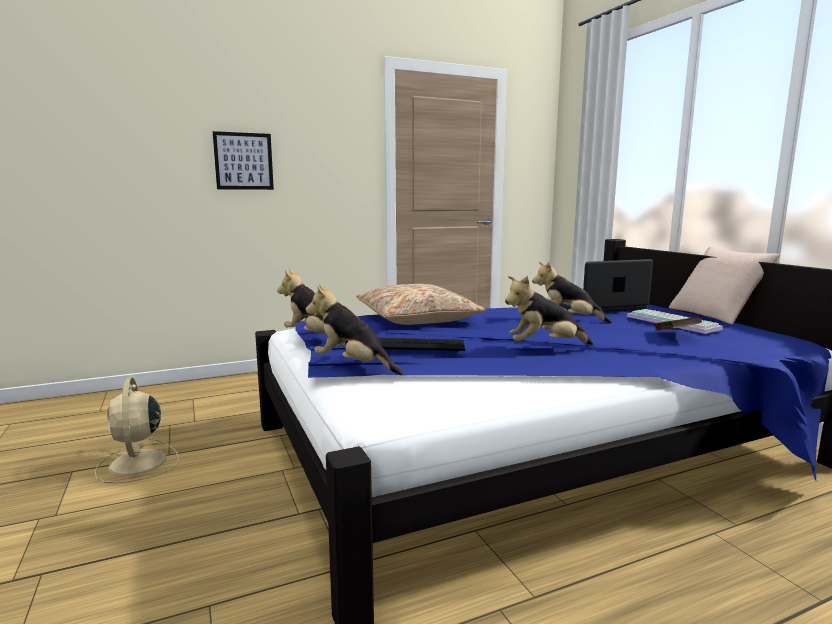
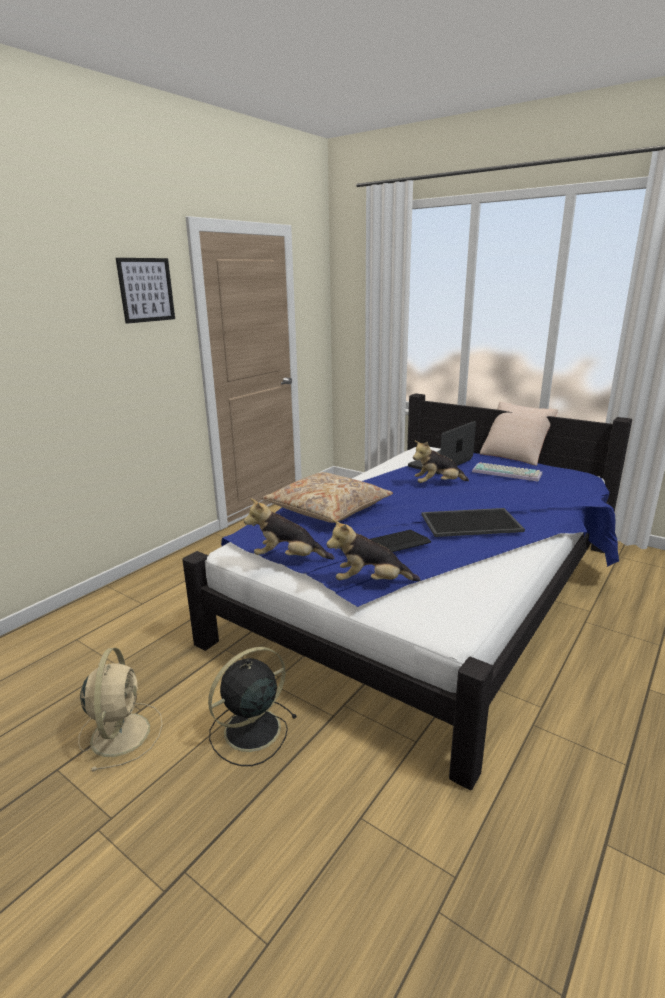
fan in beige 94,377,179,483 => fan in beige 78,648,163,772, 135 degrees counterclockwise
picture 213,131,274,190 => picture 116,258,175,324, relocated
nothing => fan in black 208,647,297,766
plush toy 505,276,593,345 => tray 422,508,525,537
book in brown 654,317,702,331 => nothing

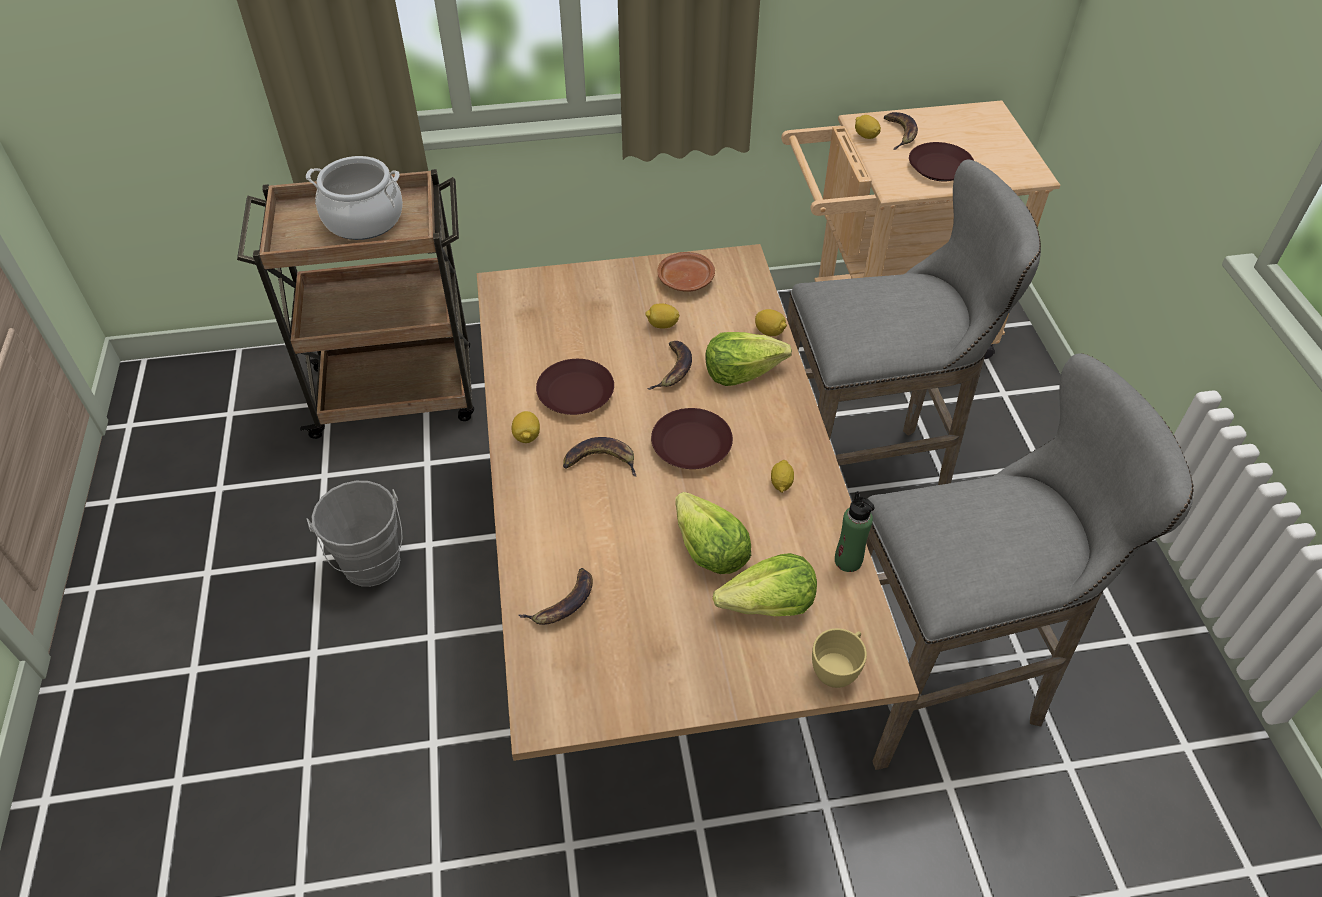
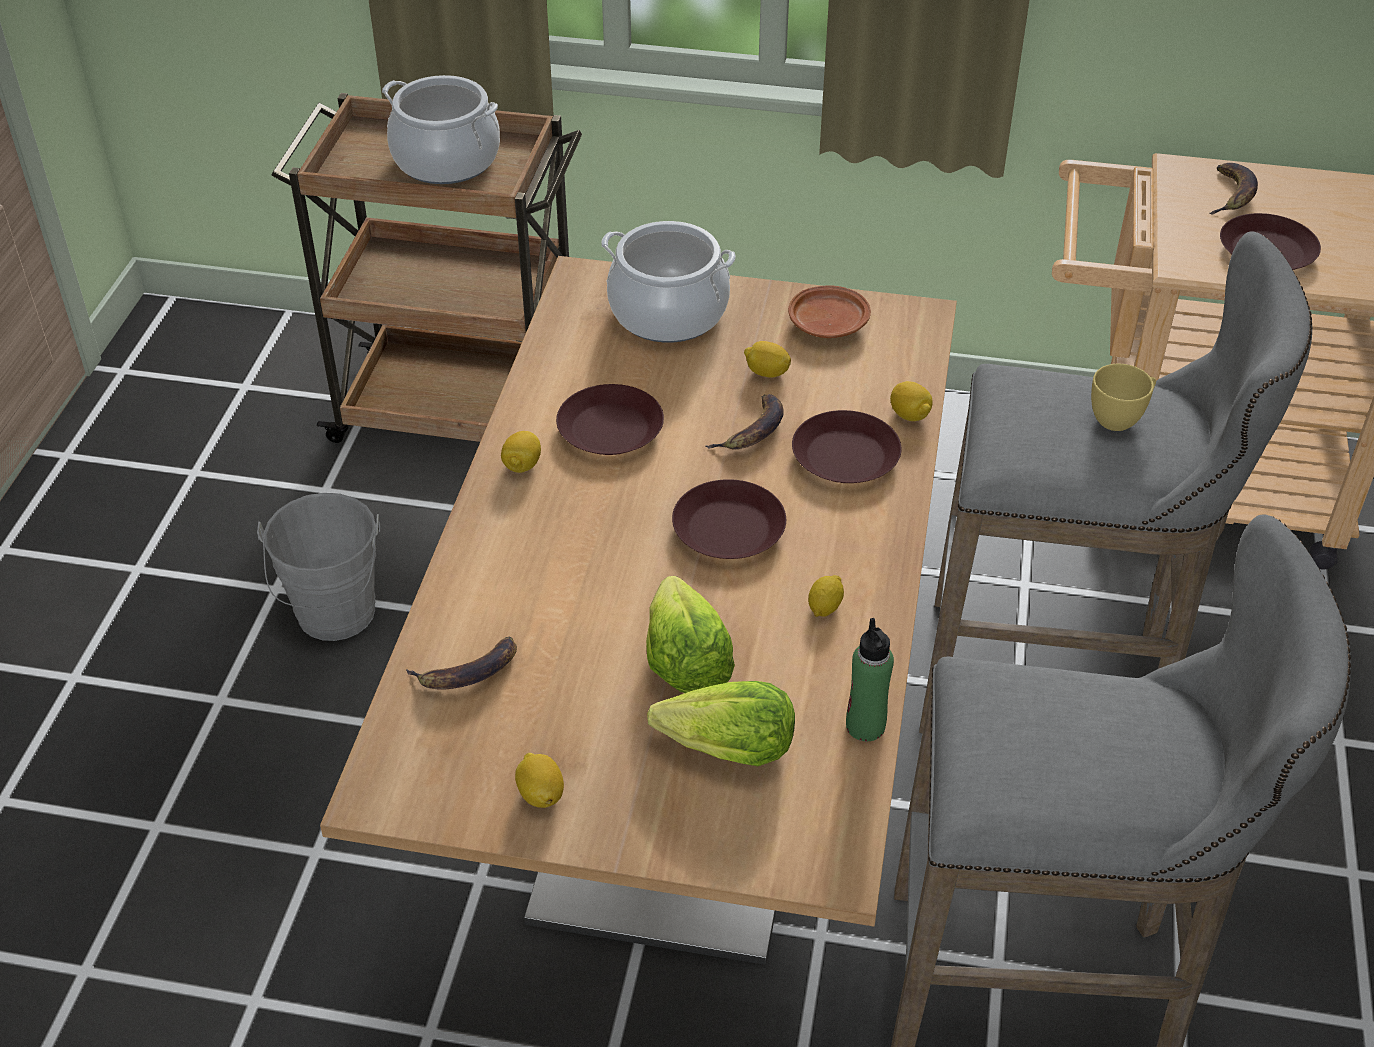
lemon 855,115,881,139 => lemon 515,753,564,808, relocated
nothing => cooking pot 601,221,736,343
lettuce 705,332,792,386 => plate in brown 792,410,901,483
cup in yellow 812,628,867,688 => cup in yellow 1091,364,1156,431, relocated
banana 563,437,636,477 => nothing

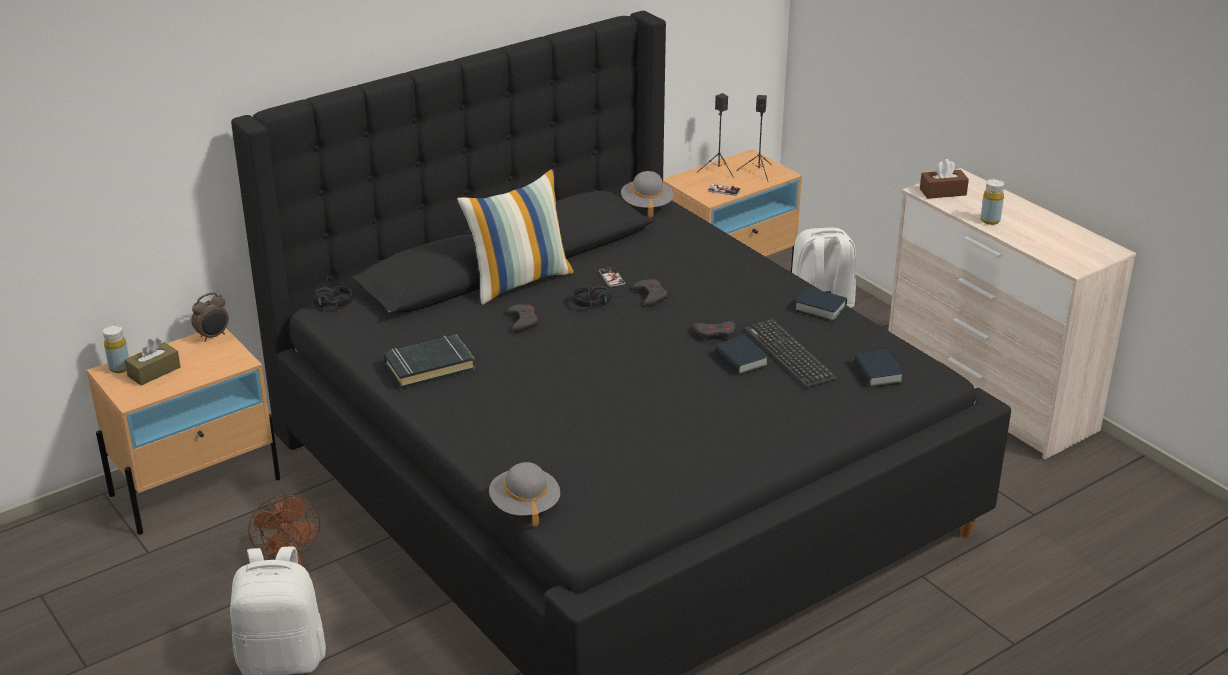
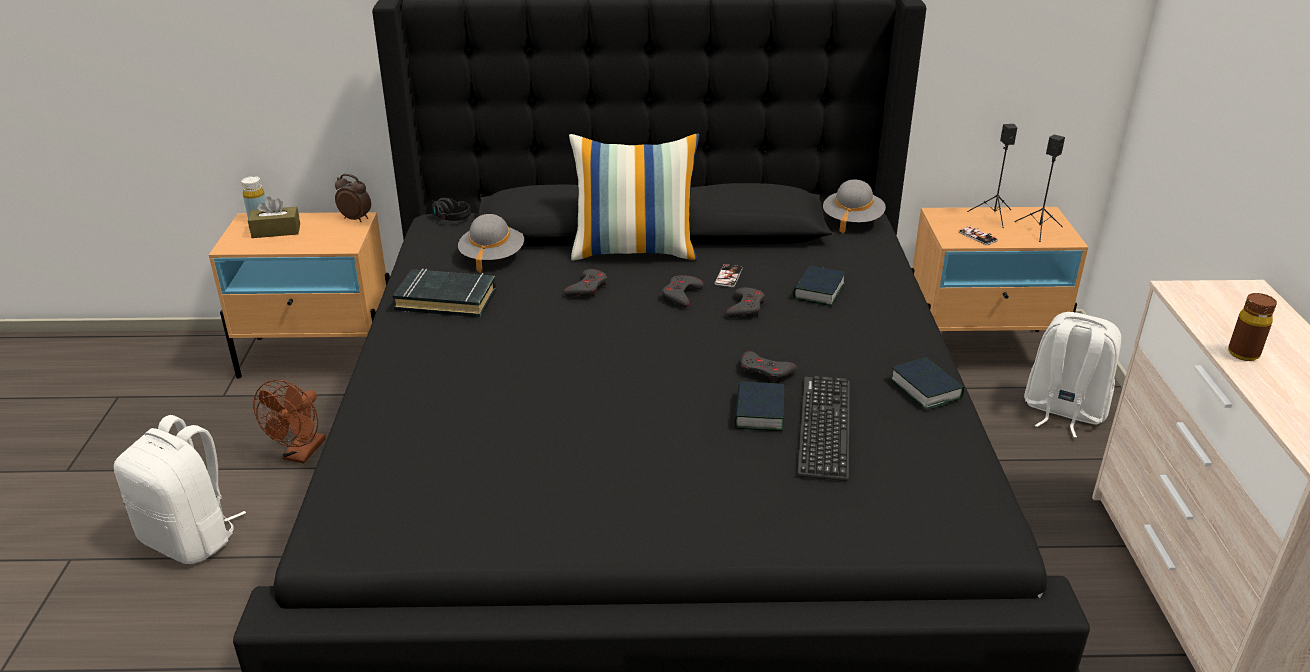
alarm clock 191,292,229,342 => alarm clock 335,174,371,222, 150 degrees counterclockwise
hat in grey 489,462,560,527 => hat in grey 458,214,524,273, relocated
headphones in black 572,285,622,307 => game controller in grey 662,275,704,308
book 854,349,904,387 => book 793,265,845,306, relocated
bottle in yellow 980,179,1004,225 => bottle in brown 1228,293,1277,361
tissue box in brown 920,159,969,199 => nothing

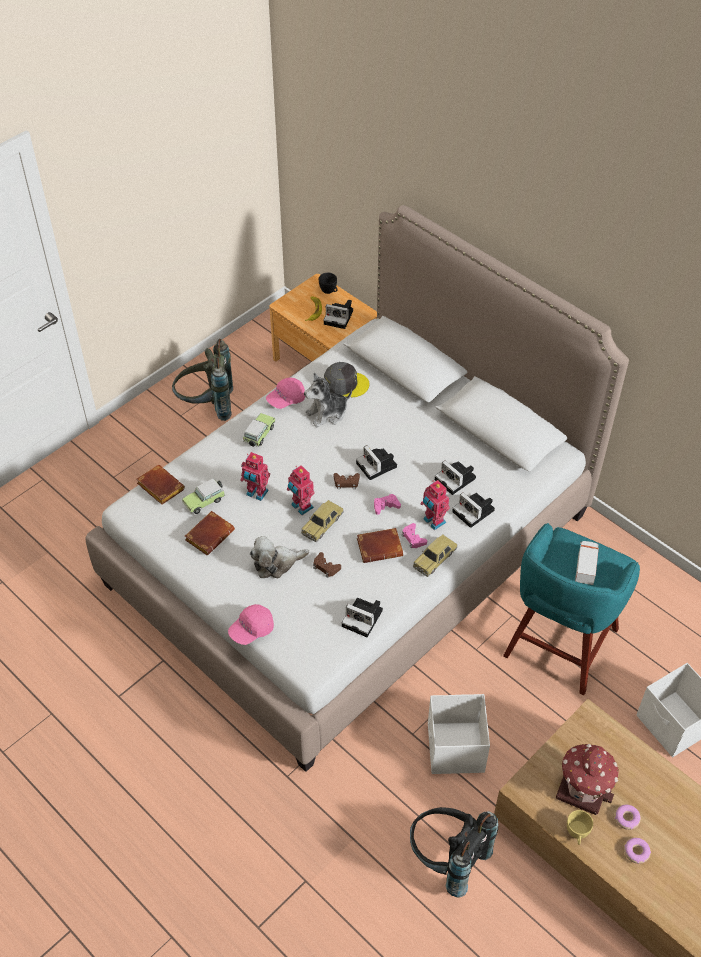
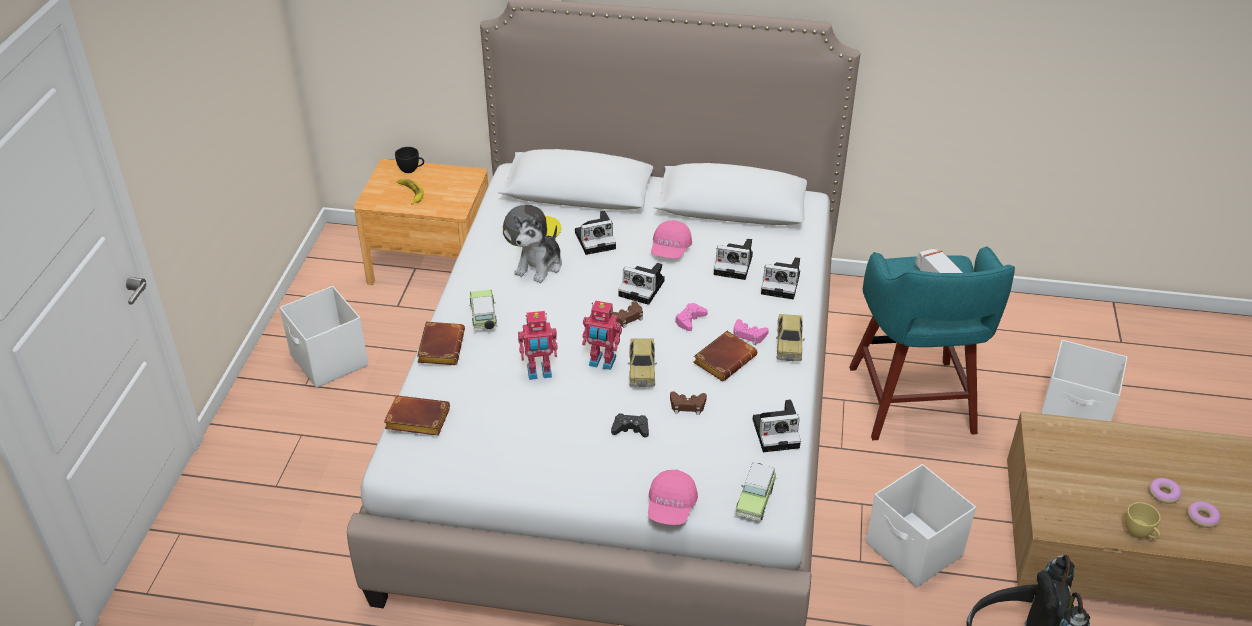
backpack in grey 172,339,233,421 => storage box in white 279,286,368,388
book in brown 185,511,235,555 => book in brown 417,322,465,365, relocated
photo camera 324,300,353,329 => photo camera 575,210,616,255, relocated
plush toy 250,536,310,578 => game controller in black 611,413,649,437
cap in pink 266,377,305,409 => cap in pink 651,220,692,259, relocated
toy car 182,478,225,514 => toy car 736,463,776,521, relocated
toy robot 420,480,450,530 => nothing
toy house 556,744,619,815 => nothing

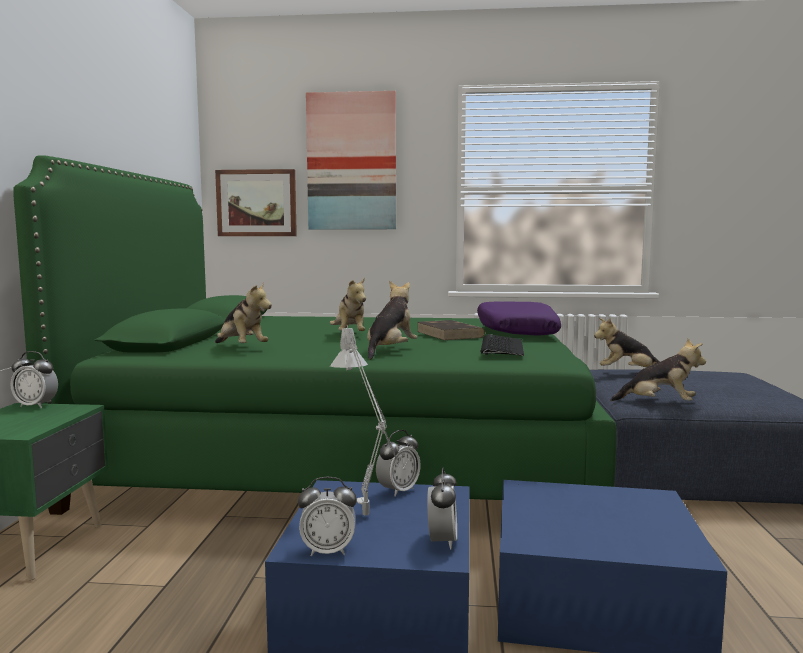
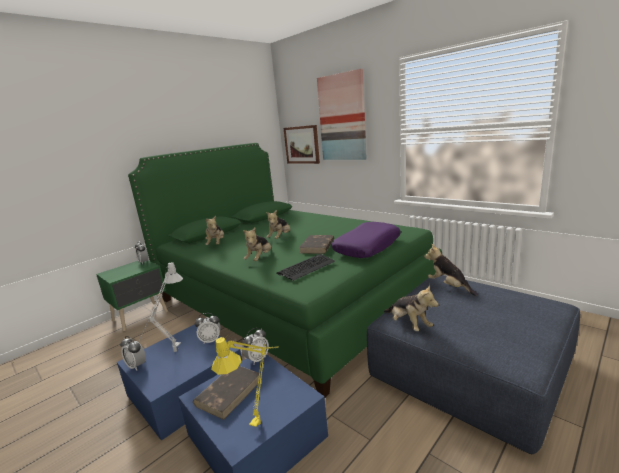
nothing => book in brown 193,366,262,420
nothing => table lamp in yellow 212,335,279,427
alarm clock 427,467,457,549 => alarm clock 242,328,269,364, relocated
plush toy 367,281,417,360 => plush toy 243,228,271,261, 135 degrees clockwise

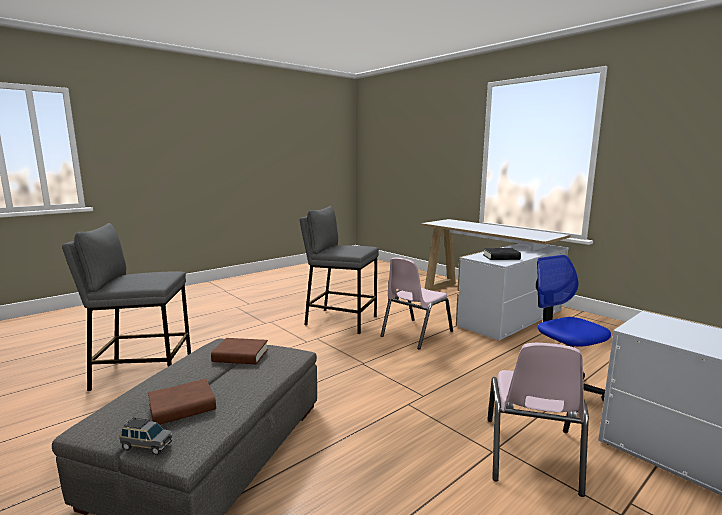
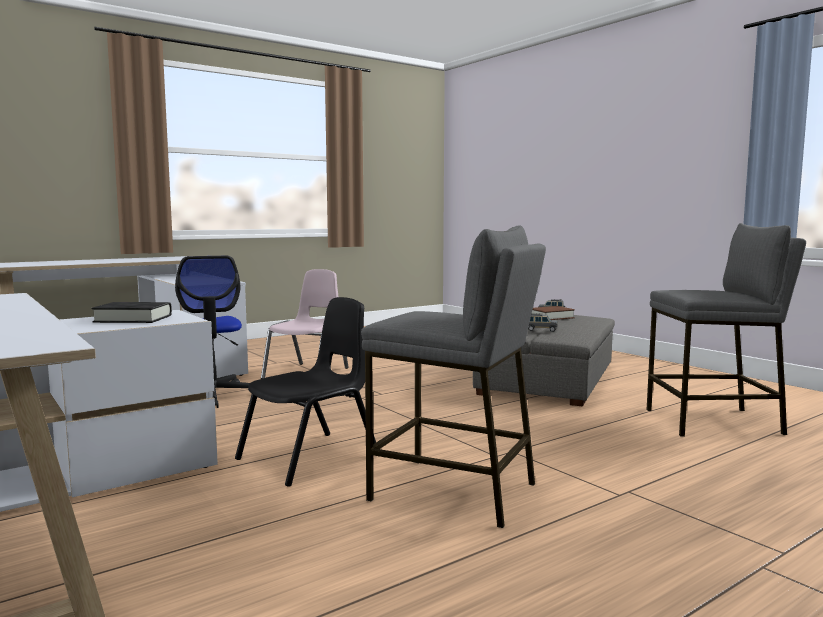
chair in pink 381,257,453,350 => chair in black 235,297,376,486
book in brown 211,338,268,364 => toy car in grey 528,313,557,332

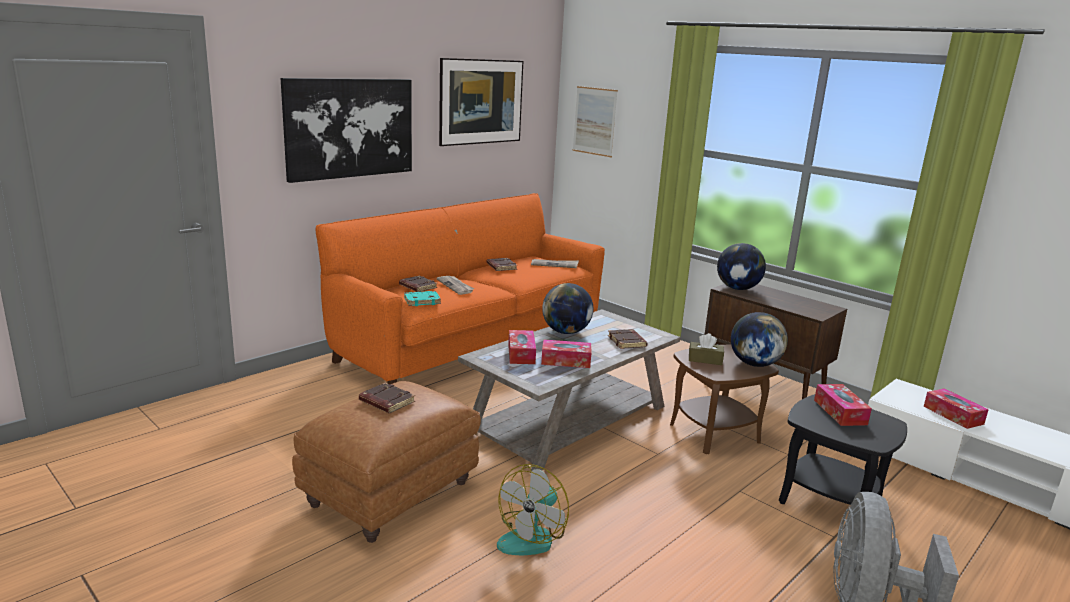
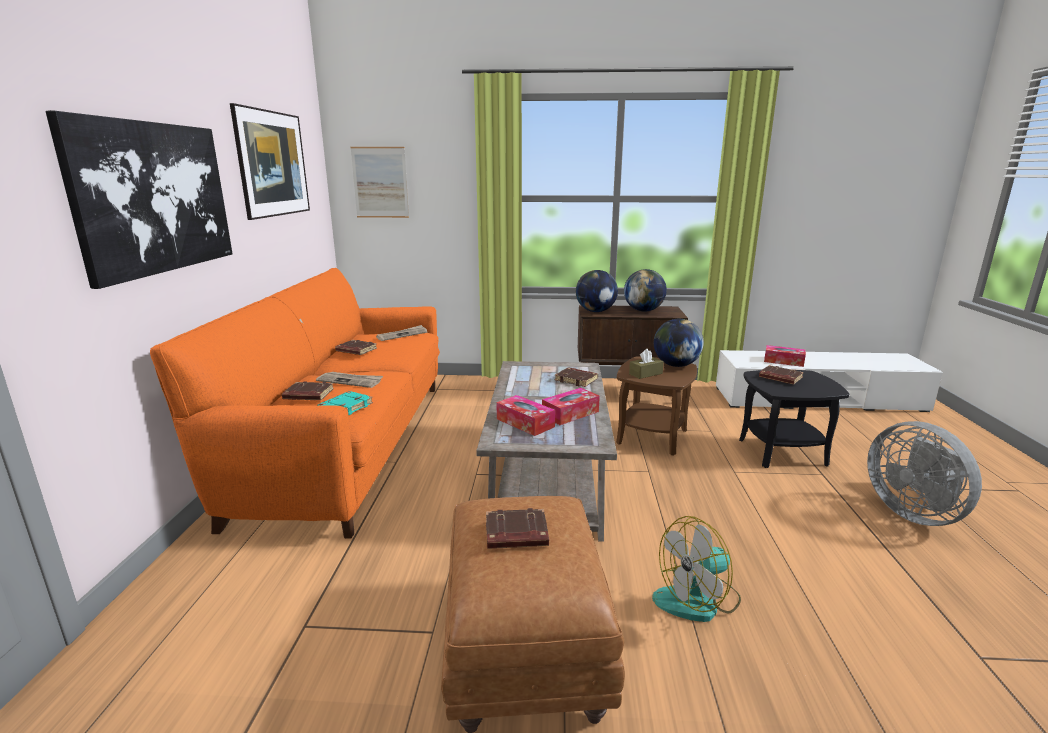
globe 542,283,593,334 => globe 624,269,667,311, relocated
fan 497,464,569,555 => fan 652,516,741,622, 75 degrees clockwise
tissue box 814,384,872,426 => book in brown 759,365,804,385

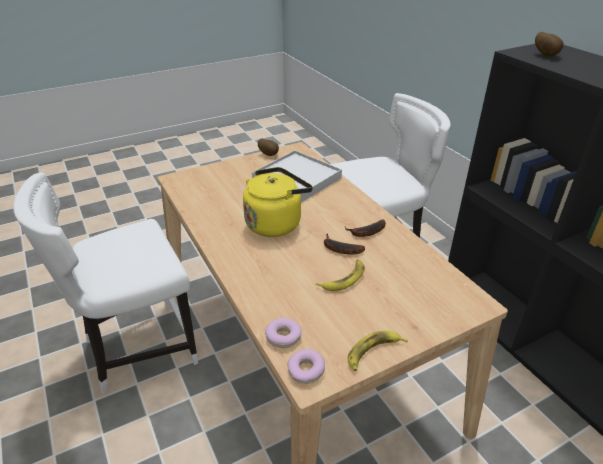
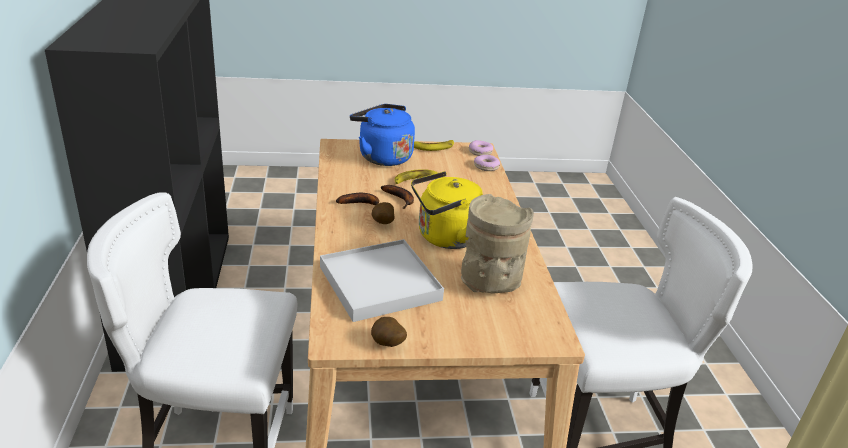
nothing => kettle in blue 350,104,415,166
potato 535,32,564,56 => potato 371,202,394,224, relocated
nothing => vase in beige 461,194,534,294

